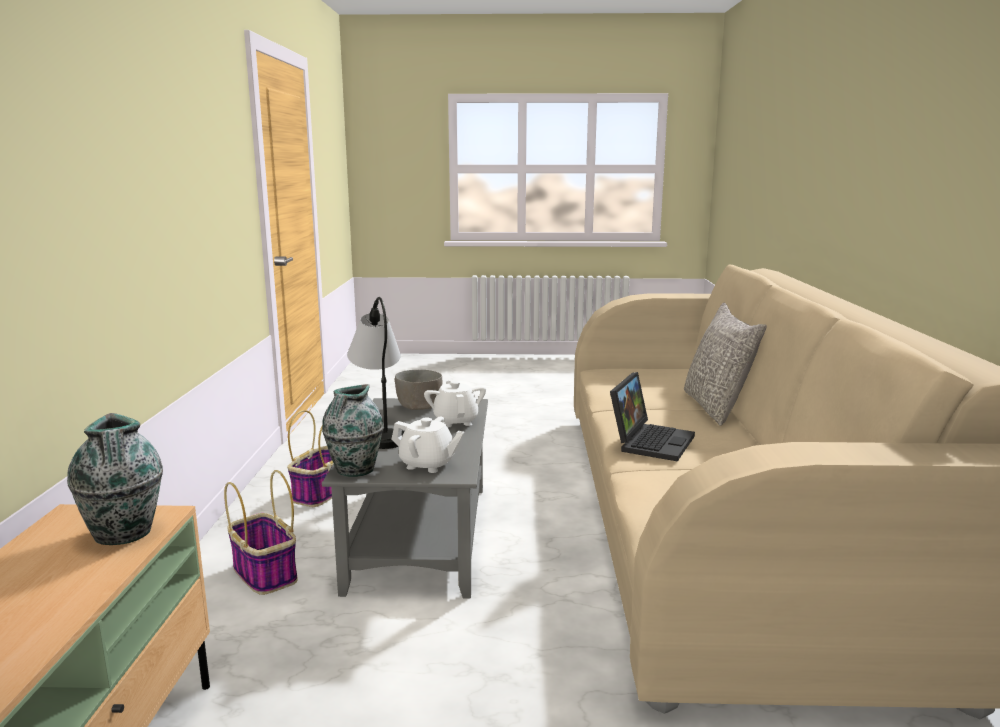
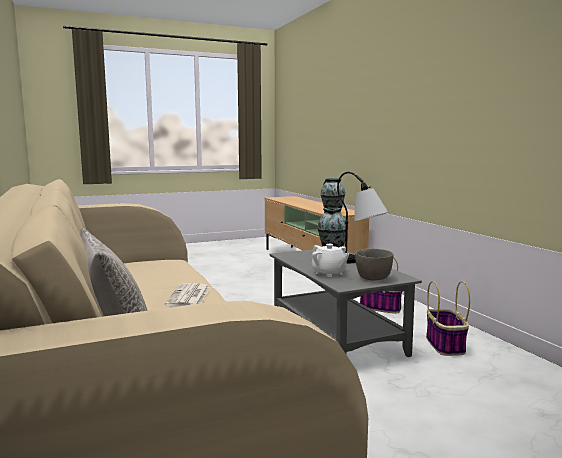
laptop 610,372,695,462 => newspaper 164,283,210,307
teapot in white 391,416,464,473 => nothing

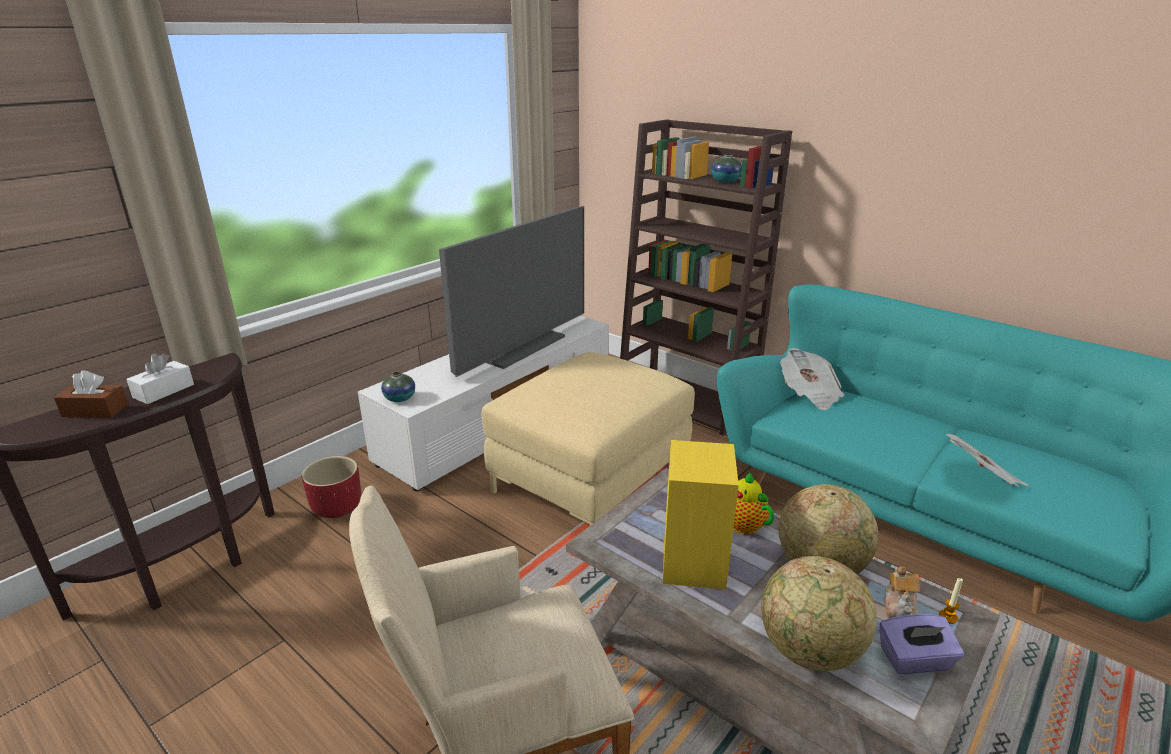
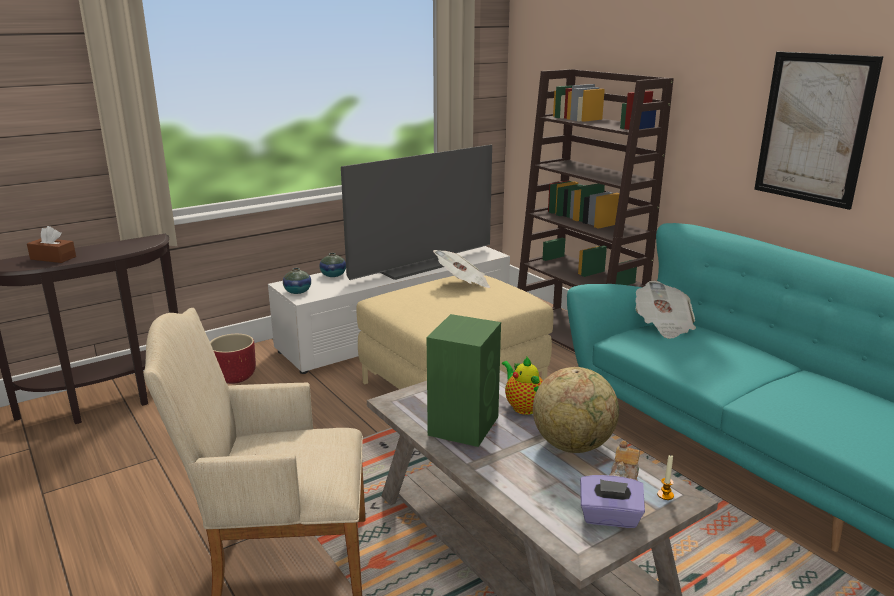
vase 711,154,742,183 => vase 319,253,346,277, relocated
speaker in yellow 663,440,739,589 => speaker in green 427,314,501,447
newspaper 946,434,1028,487 => newspaper 433,250,490,288, relocated
nothing => picture 754,51,884,210
tissue box in white 126,353,194,404 => nothing
globe 761,556,877,671 => nothing

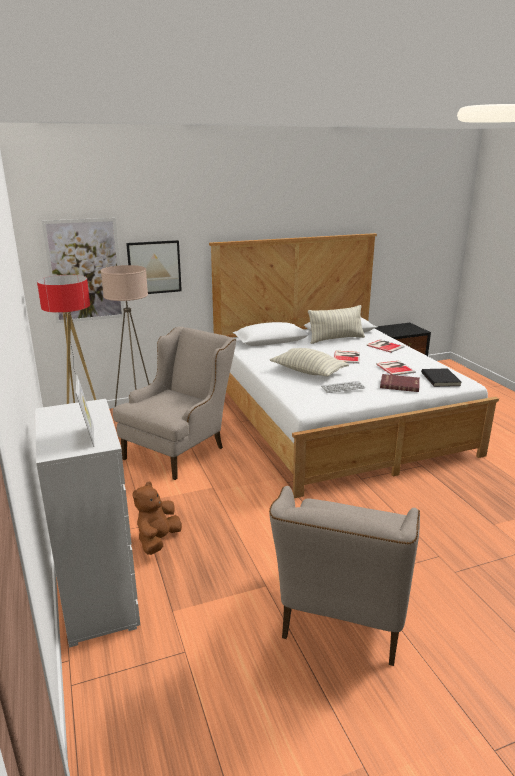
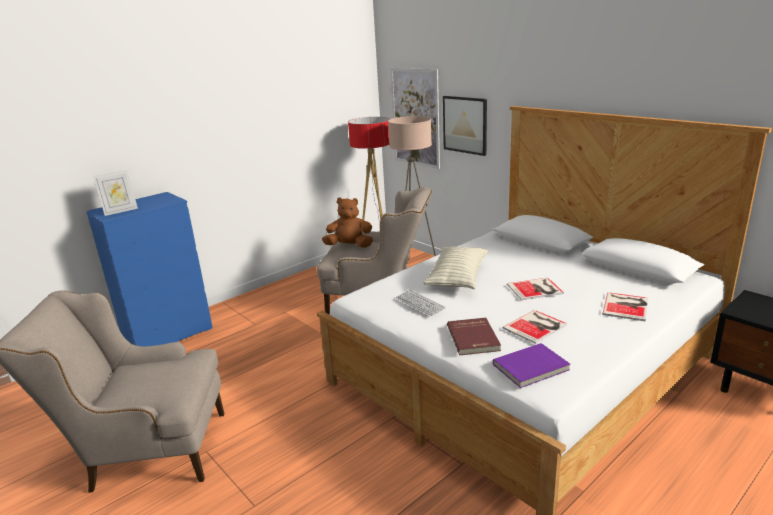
dresser in white 35,399,140,648 => dresser in blue 86,192,213,346
plush toy in brown 132,481,182,555 => plush toy in brown 322,197,373,248, relocated
book in black 421,368,461,387 => book in purple 493,343,570,388
pillow 308,305,365,344 => nothing

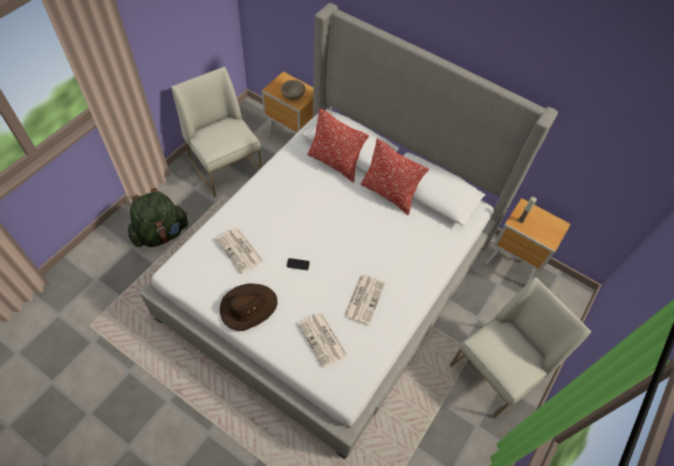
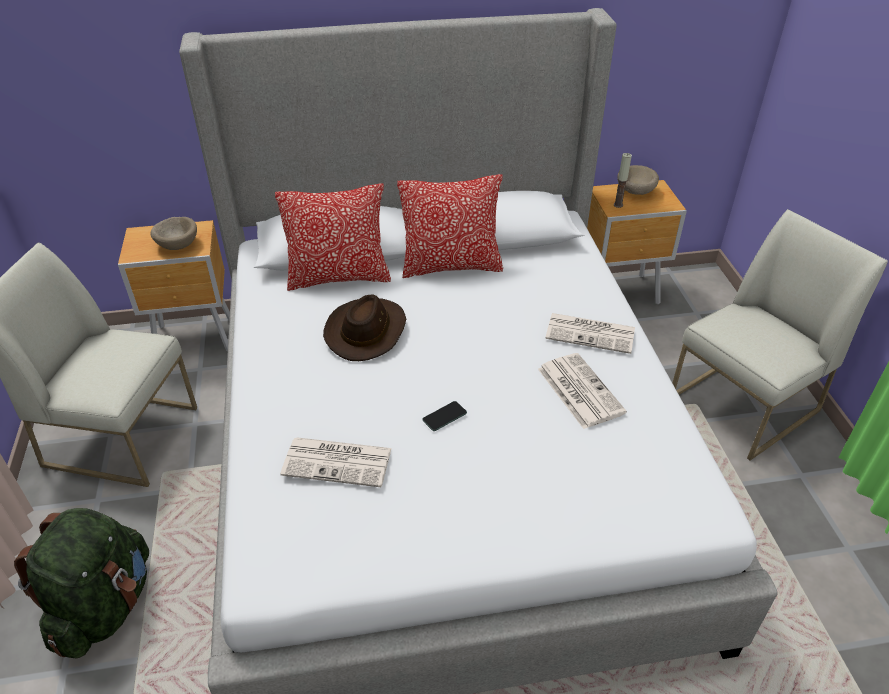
hat in brown 220,283,277,331 => hat in brown 323,295,406,361, relocated
newspaper 298,313,347,368 => newspaper 545,313,635,354, relocated
nothing => bowl in beige 617,165,659,195
chair in white 450,277,592,419 => chair in white 672,209,888,461, 45 degrees clockwise

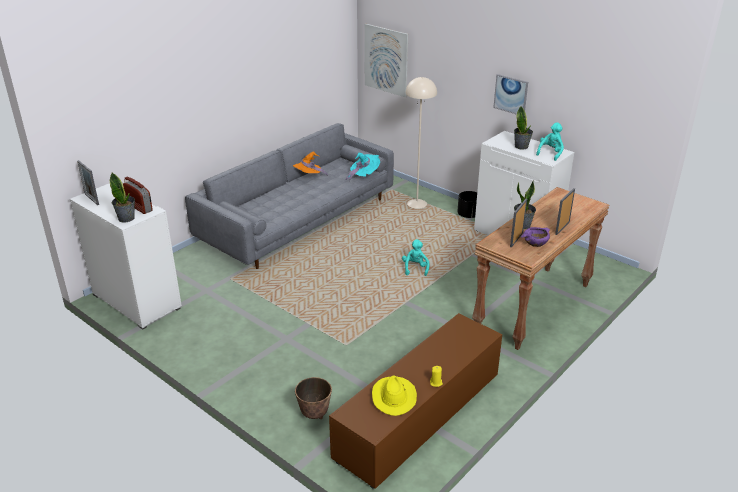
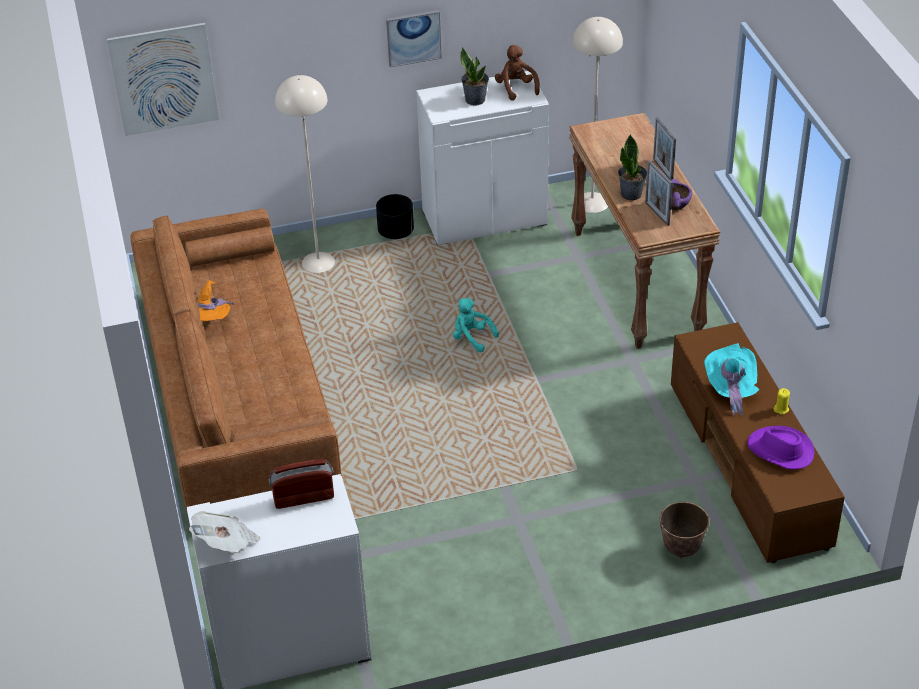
sofa in grey 185,123,394,269 => sofa in brown 130,209,342,515
picture frame 77,160,99,205 => newspaper 189,511,260,553
plush toy in turquoise 536,122,564,161 => plush toy in brown 495,45,540,101
nothing => floor lamp in beige 572,17,623,213
hat in turquoise 346,153,380,182 => hat in turquoise 704,343,759,416, relocated
hat in yellow 372,376,417,416 => hat in purple 748,426,814,470
potted plant 110,173,135,222 => nothing

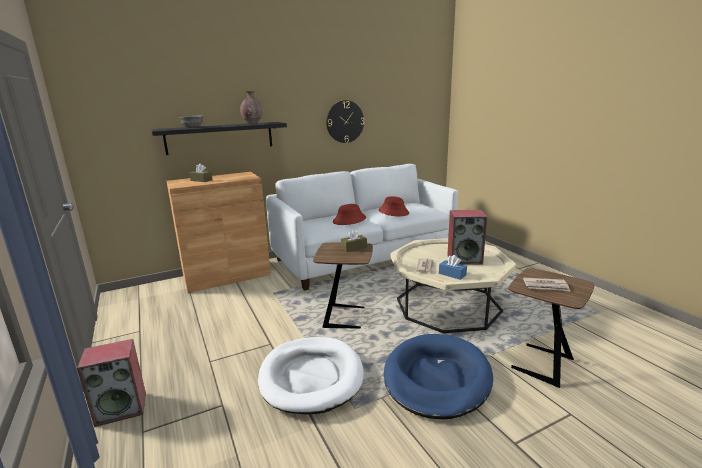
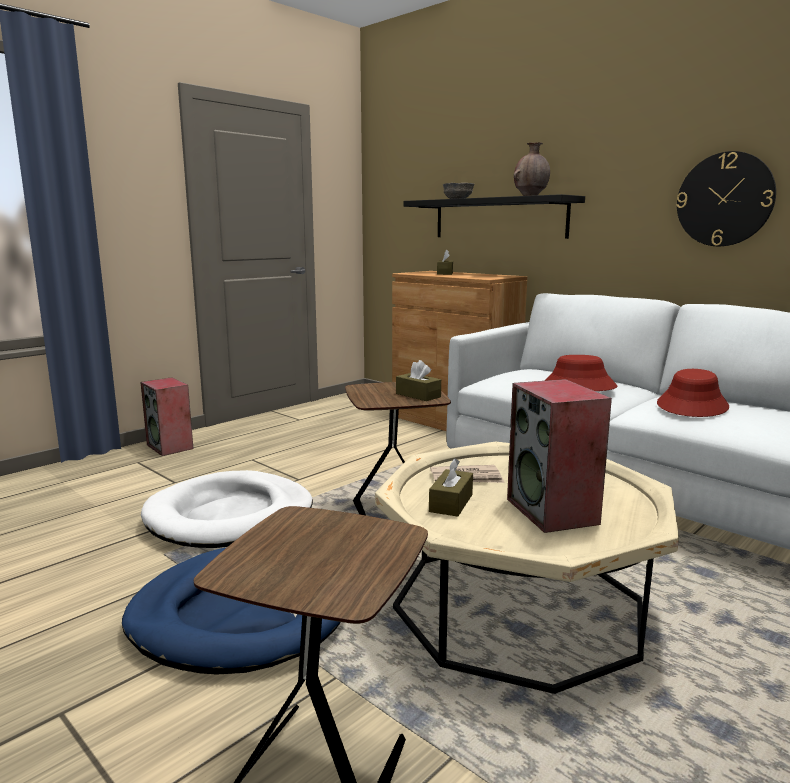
tissue box in blue 439,255,467,280 => tissue box in brown 429,458,473,517
newspaper 523,277,571,292 => nothing

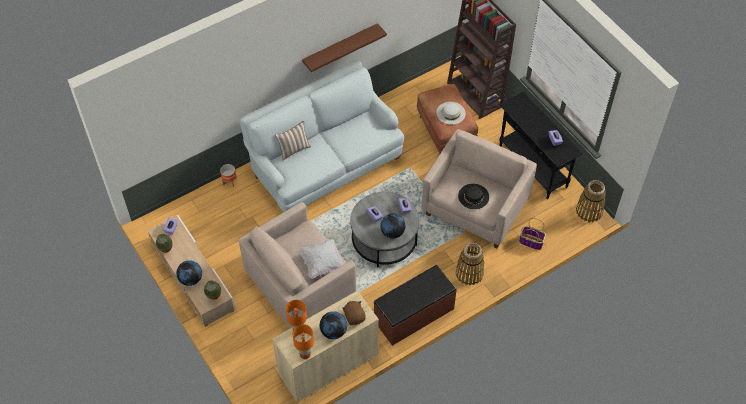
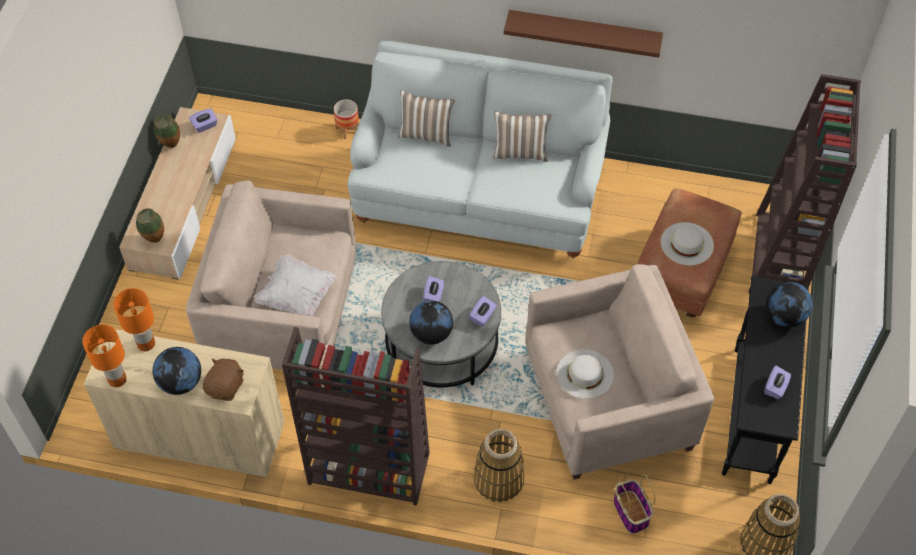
bench in brown 374,265,457,346 => bookcase in brown 282,327,430,506
nothing => pillow 493,111,551,162
hat in black 458,184,489,209 => hat in white 557,349,614,399
globe 176,260,202,286 => globe 766,282,813,327, relocated

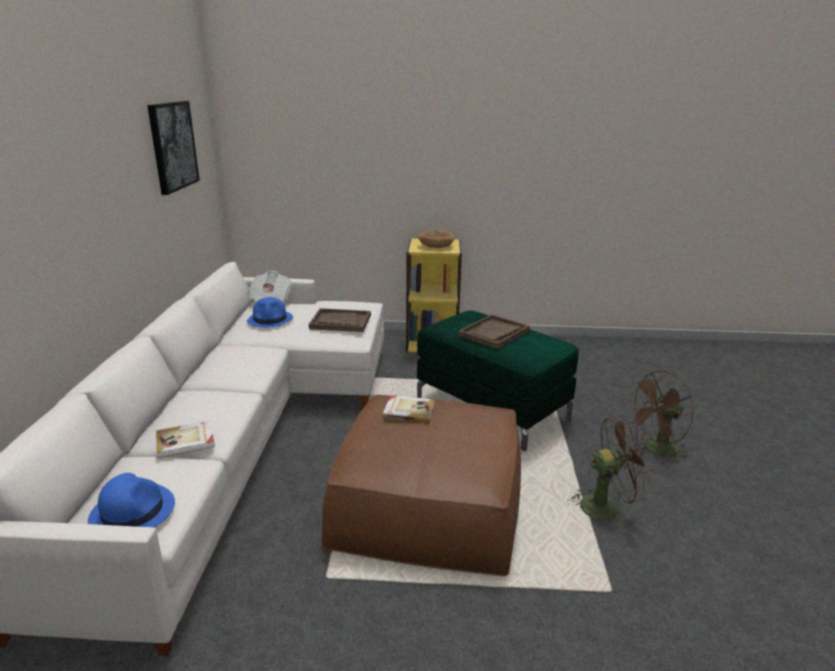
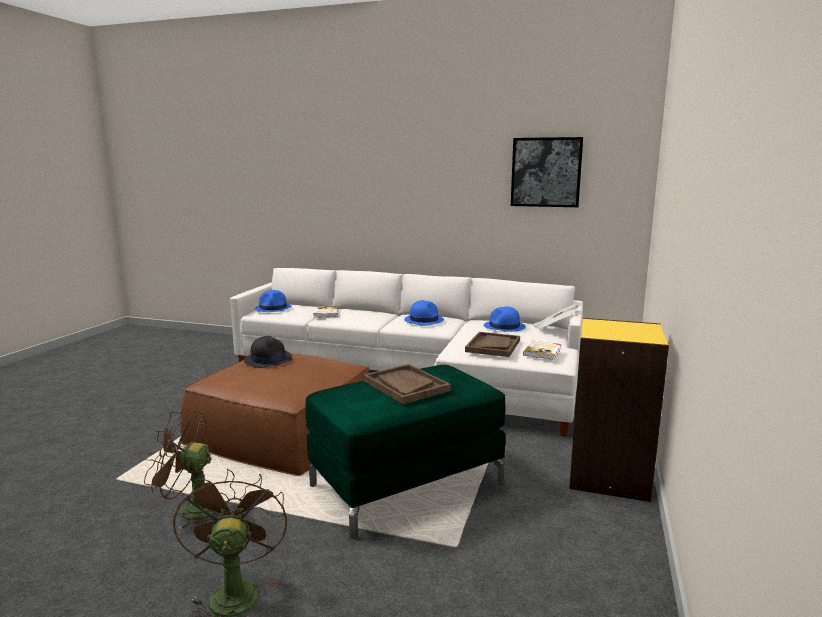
fan in brown 569,416,652,529 => fan in brown 144,408,226,529, 90 degrees clockwise
nothing => hat in black 244,336,293,368
nothing => hat in blue 404,300,444,326
book 383,395,435,423 => book 523,341,562,360, relocated
bowl in brown 418,230,454,248 => nothing

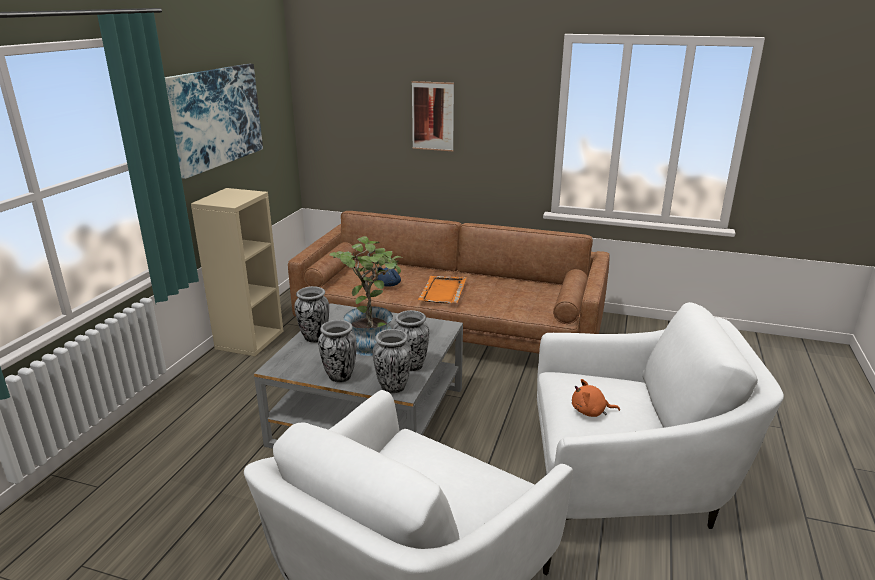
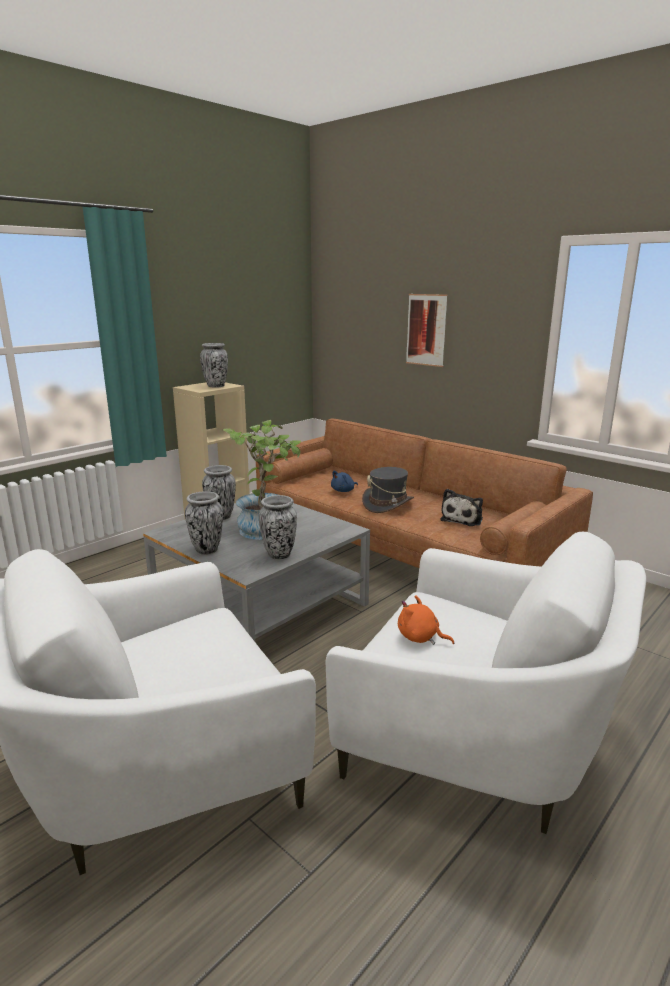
vase 373,329,412,393 => vase 200,343,228,388, relocated
tray in orange 418,276,467,304 => hat in grey 362,467,414,513
nothing => plush toy 440,489,483,526
picture 165,64,263,179 => nothing

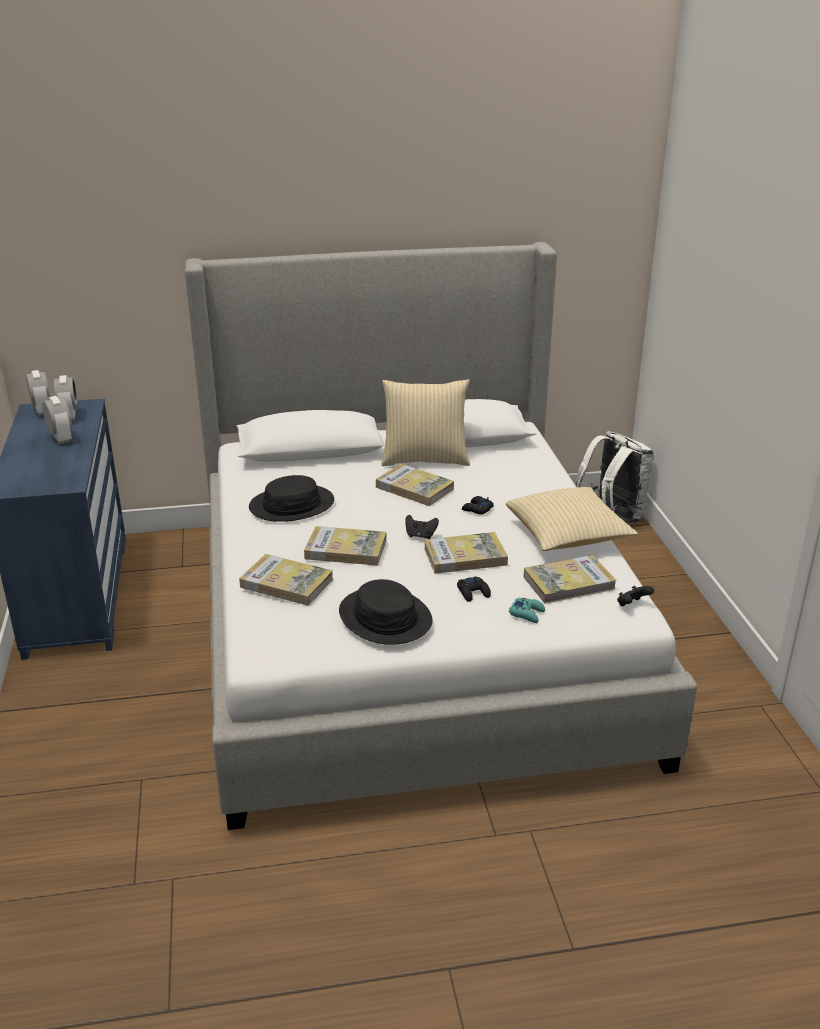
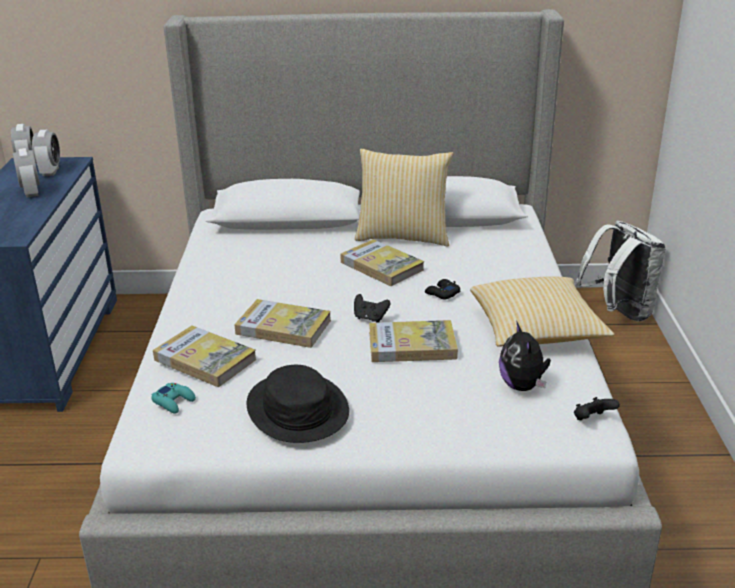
game controller in turquoise 509,598,545,623 => game controller in turquoise 151,383,196,414, relocated
book 524,555,617,604 => plush toy 499,321,551,391
hat in black 249,475,334,522 => nothing
game controller in black 457,576,491,602 => nothing

